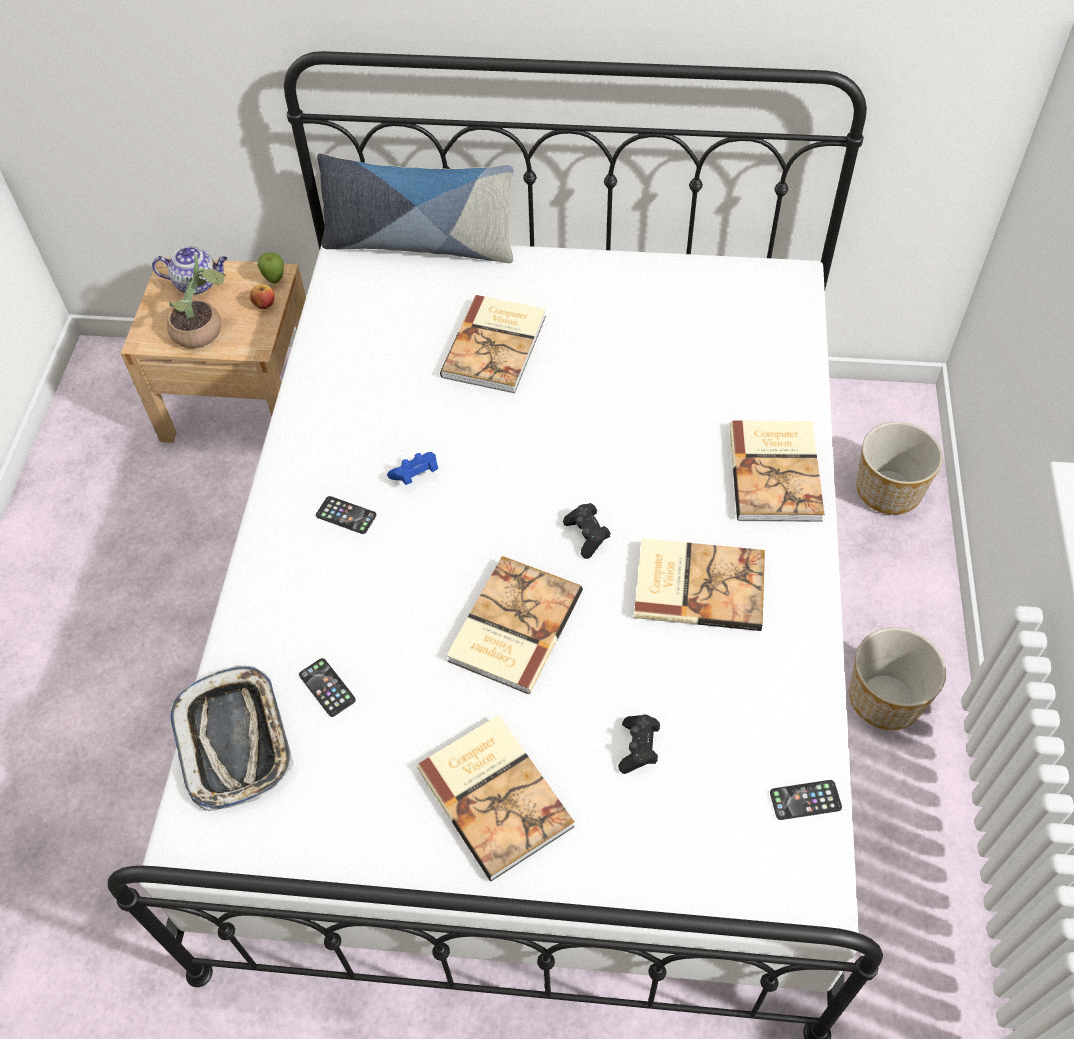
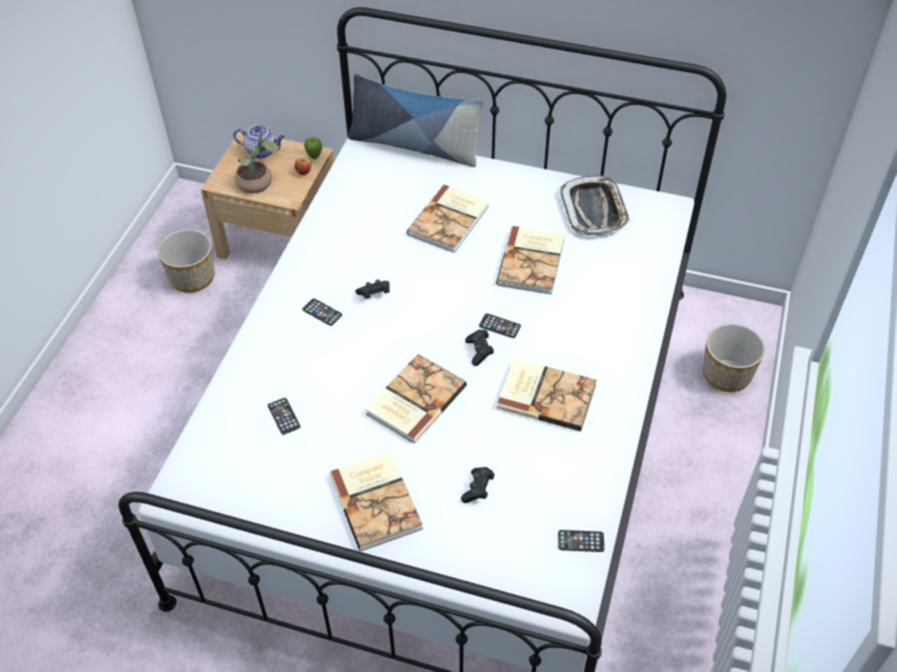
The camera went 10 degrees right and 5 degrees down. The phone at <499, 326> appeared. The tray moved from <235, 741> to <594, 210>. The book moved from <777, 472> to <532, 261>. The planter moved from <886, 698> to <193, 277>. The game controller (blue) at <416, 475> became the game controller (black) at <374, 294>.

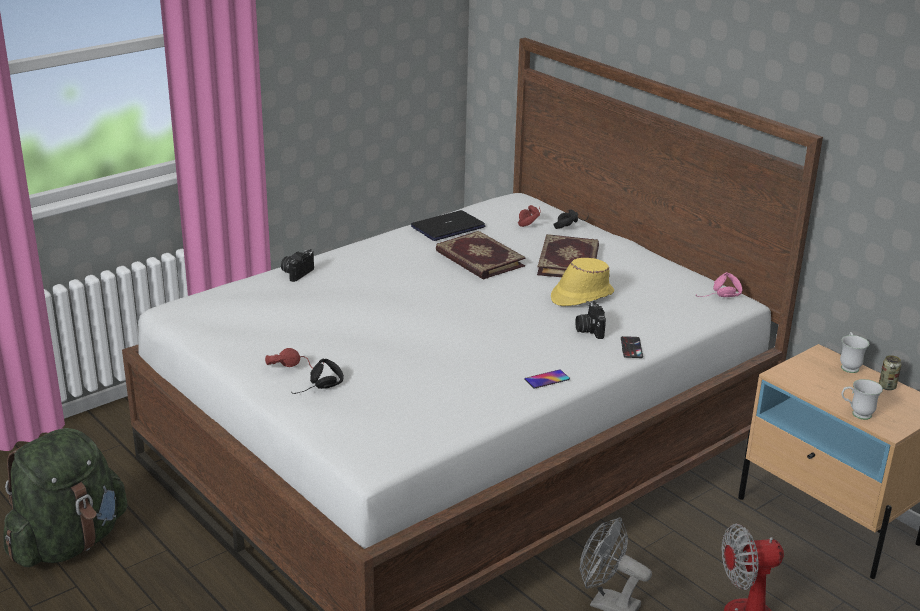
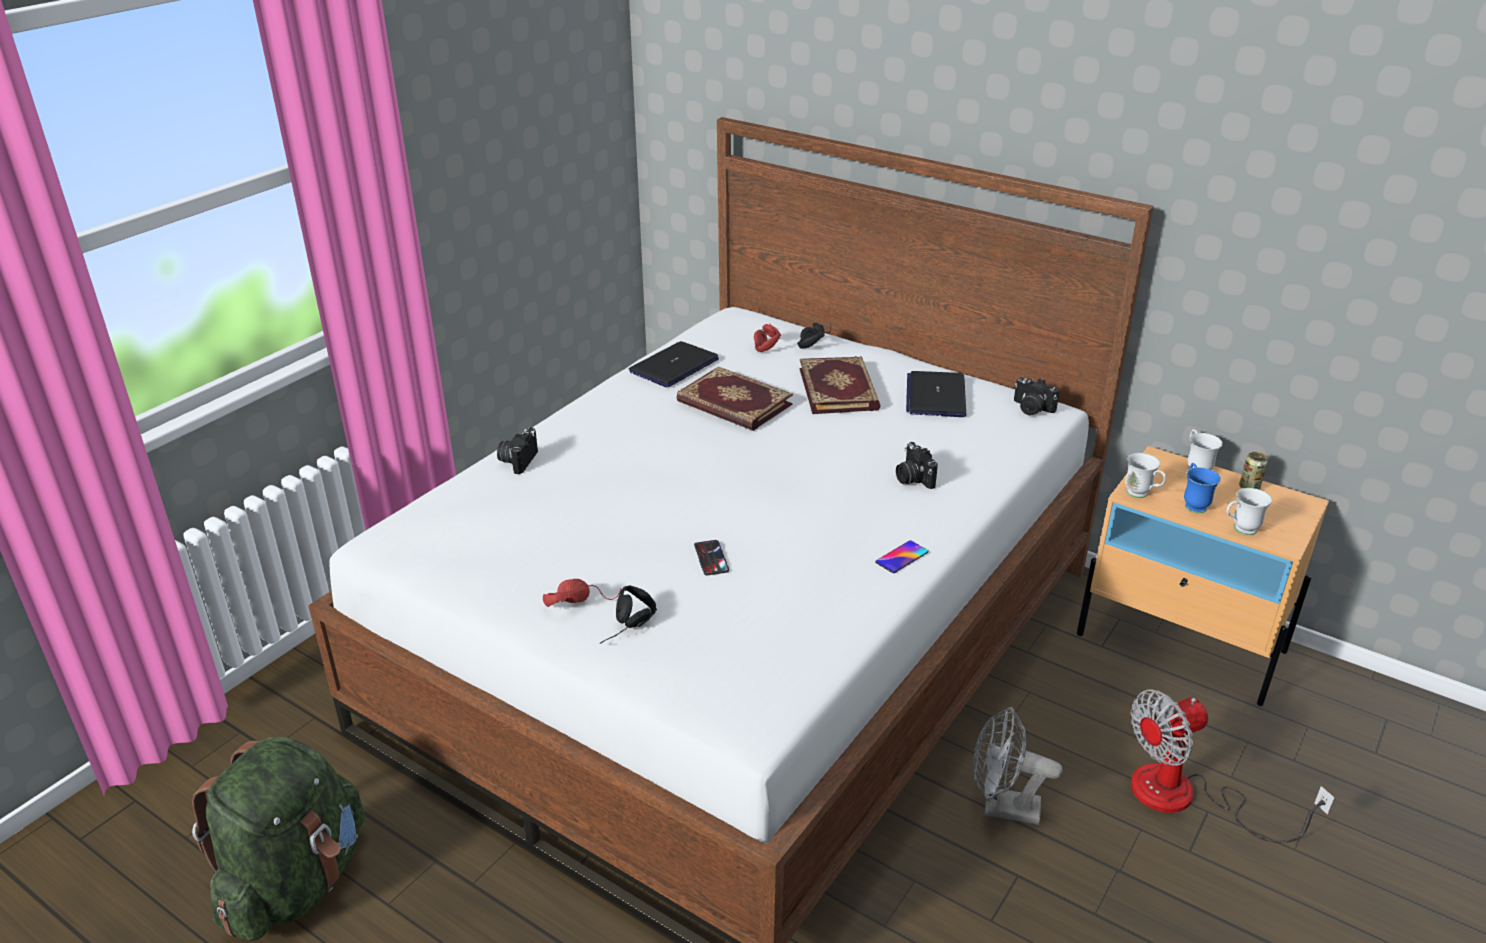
The camera went 15 degrees left and 5 degrees up. The hat (yellow) at <581, 296> disappeared. The laptop at <936, 396> appeared. The mug (white) at <1141, 495> appeared. The mug (blue) at <1193, 504> appeared. The phone moved from <631, 348> to <711, 558>. The headphones (pink) at <719, 297> was replaced by the photo camera at <1031, 409>.

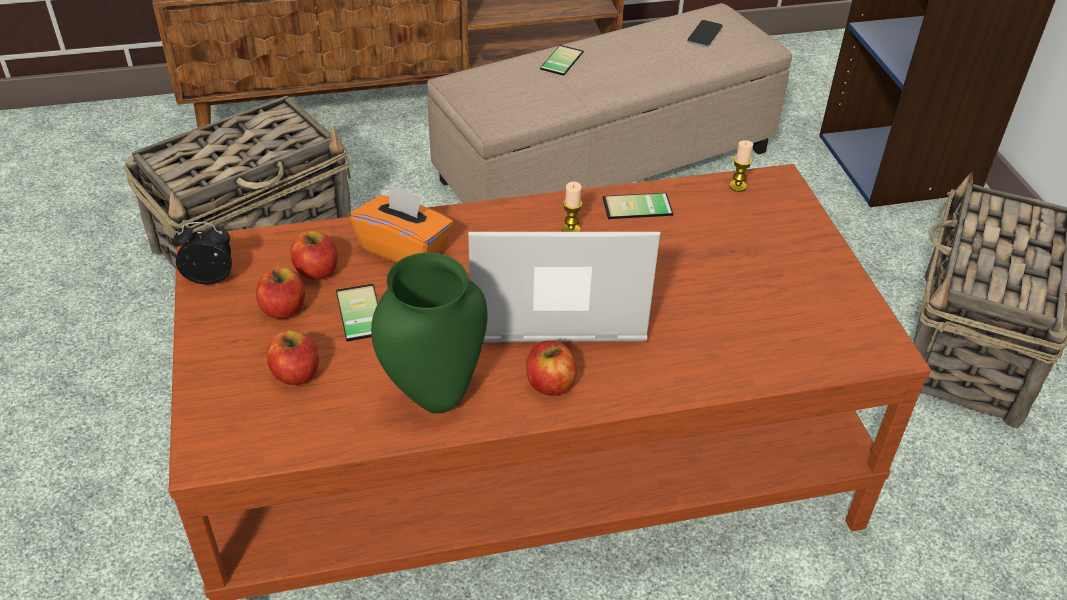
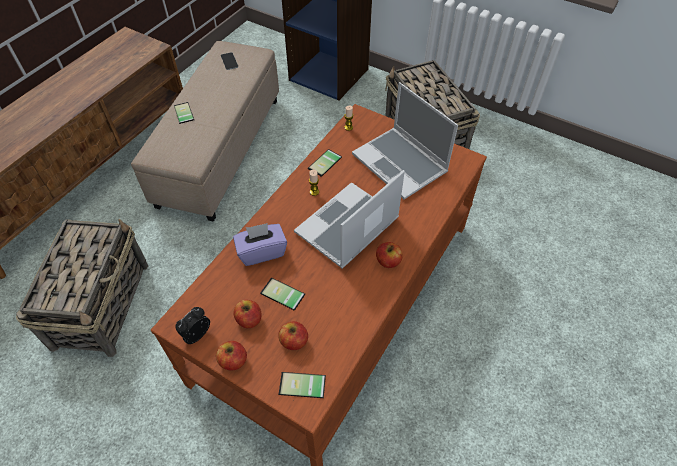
The camera went 45 degrees left and 10 degrees up. The vase (green) at <435, 399> disappeared. The phone at <302, 387> appeared. The laptop at <401, 164> appeared. The apple moved from <317, 271> to <233, 361>. The tissue box (orange) at <404, 249> became the tissue box (purple) at <262, 252>.

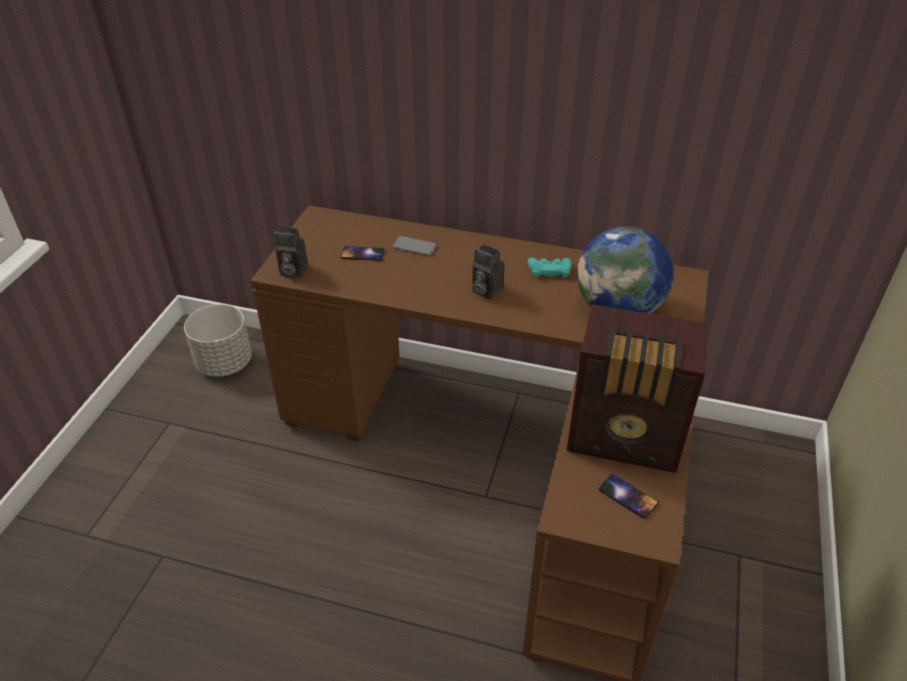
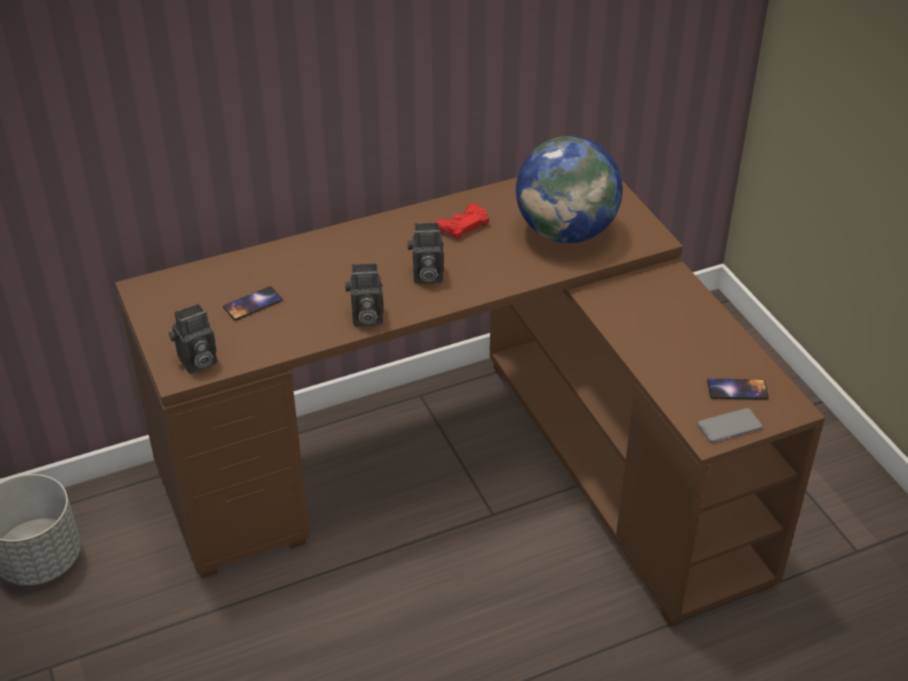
The camera went 40 degrees left and 0 degrees up. The radio at <626, 440> disappeared. The photo camera at <365, 318> appeared. The phone moved from <414, 246> to <729, 426>. The game controller (turquoise) at <549, 270> became the game controller (red) at <462, 225>.

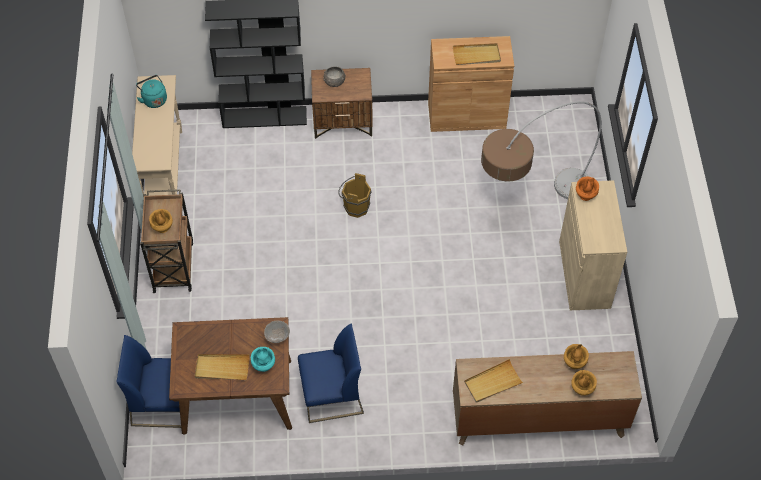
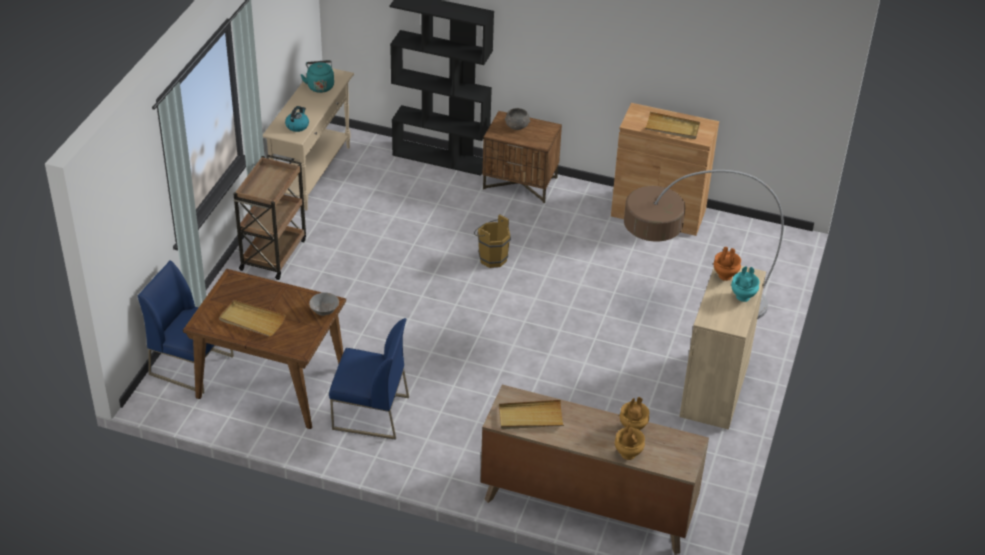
The camera went 20 degrees right and 15 degrees down. The vase (brown) at <162, 228> disappeared. The kettle at <297, 126> appeared. The vase (turquoise) moved from <264, 366> to <743, 297>.

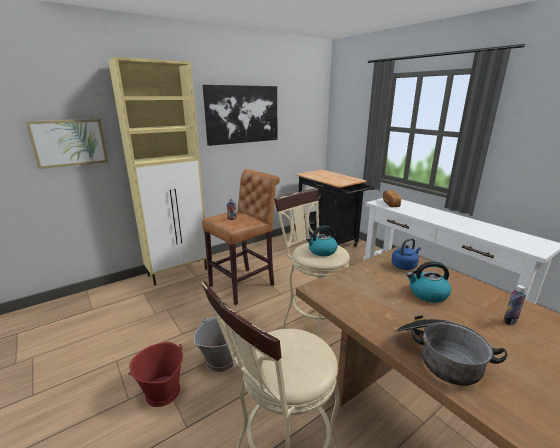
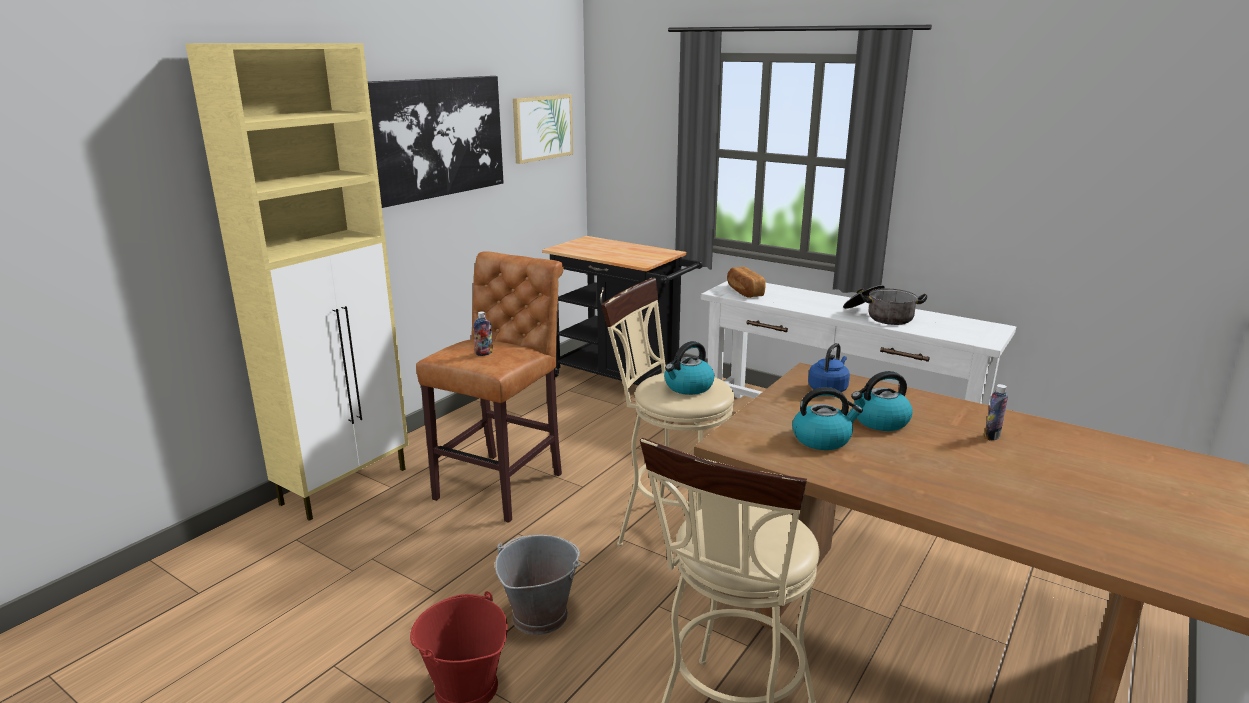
The camera went 20 degrees left and 0 degrees up. The kettle at <822, 439> appeared. The picture moved from <69, 142> to <542, 127>. The cooking pot moved from <438, 357> to <880, 316>.

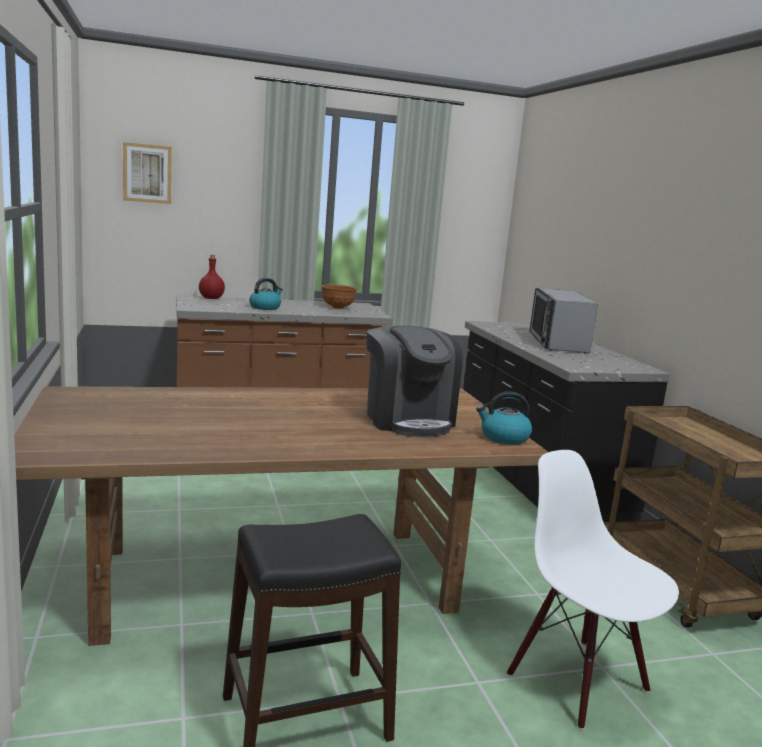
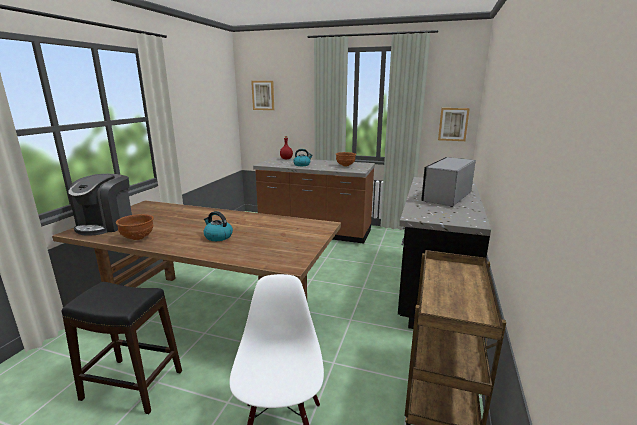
The camera went 35 degrees right and 5 degrees up. The bowl (brown) at <138, 238> appeared. The picture at <453, 124> appeared. The coffee machine moved from <408, 420> to <106, 225>. The kettle moved from <504, 437> to <218, 237>.

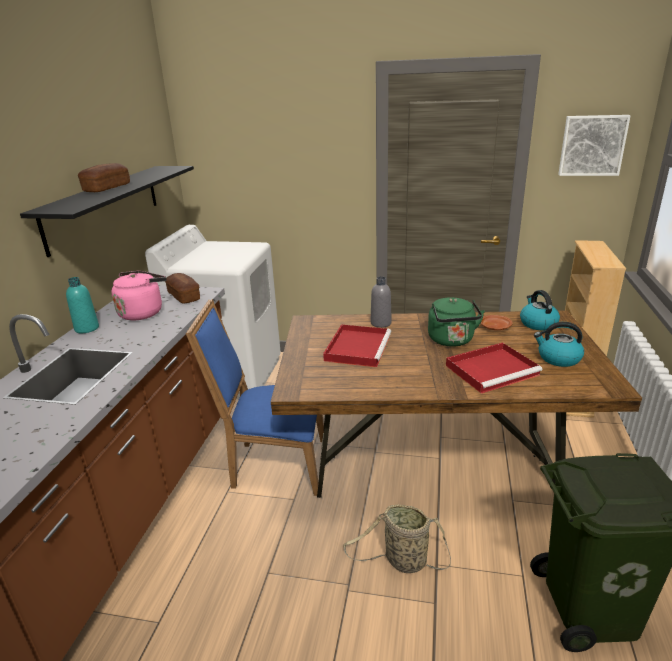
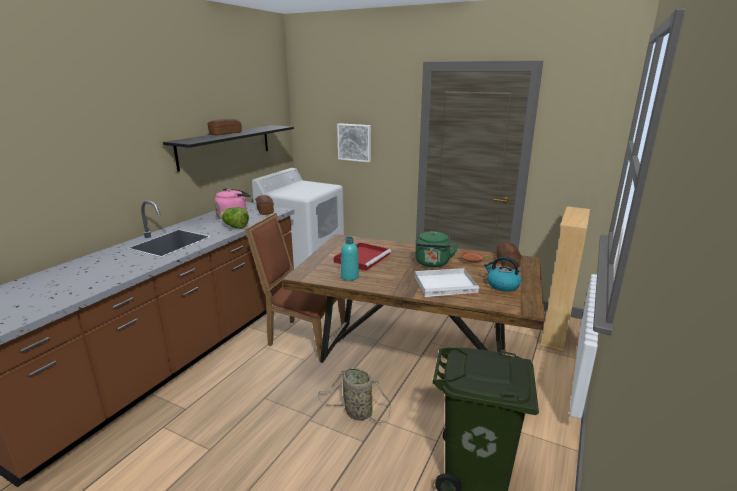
The camera went 15 degrees right and 5 degrees down. The bottle (grey) at <381, 323> disappeared. The lettuce at <235, 227> appeared. The bottle (turquoise) moved from <87, 328> to <350, 277>. The picture moved from <592, 145> to <355, 142>. The kettle at <537, 323> was replaced by the bread at <507, 262>. The chair (blue) at <274, 464> became the chair (brown) at <303, 337>. The tray (red) at <493, 370> became the tray (white) at <446, 285>.

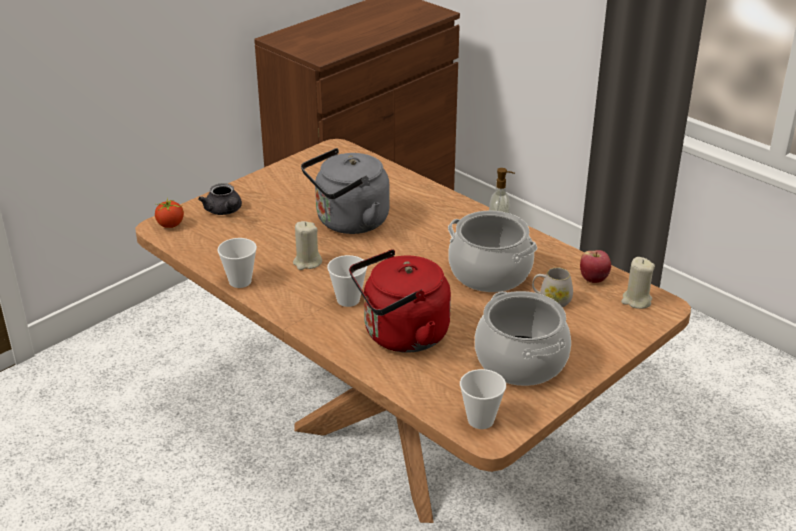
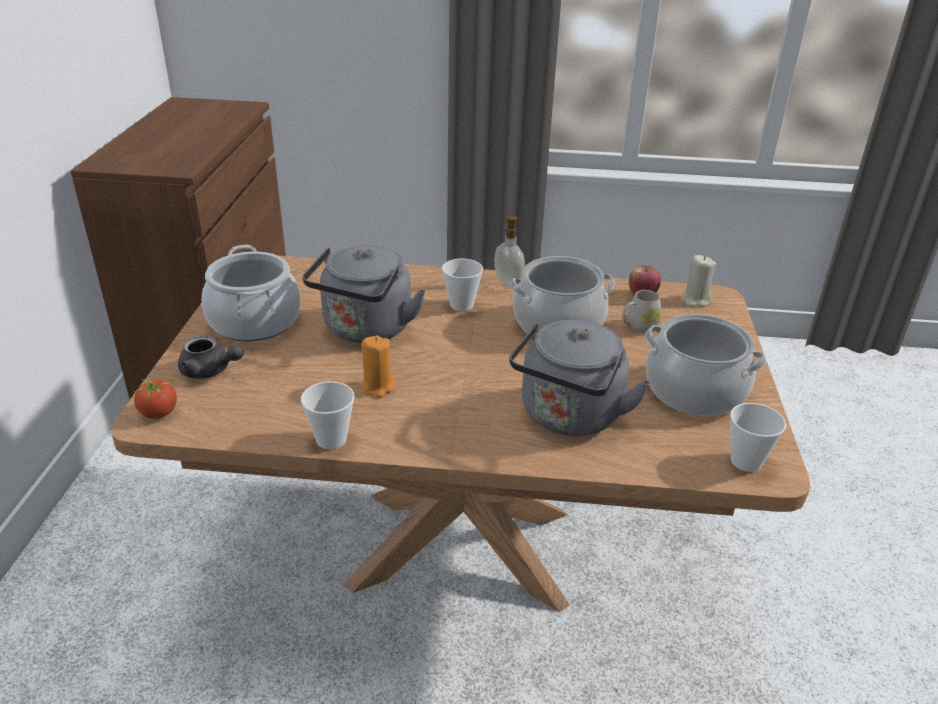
The camera went 40 degrees left and 0 degrees up. The cooking pot at <255, 321> appeared. The cup moved from <348, 300> to <461, 305>. The candle (beige) at <307, 262> became the candle (orange) at <378, 387>. The kettle (red) at <401, 336> became the kettle (grey) at <569, 417>.

